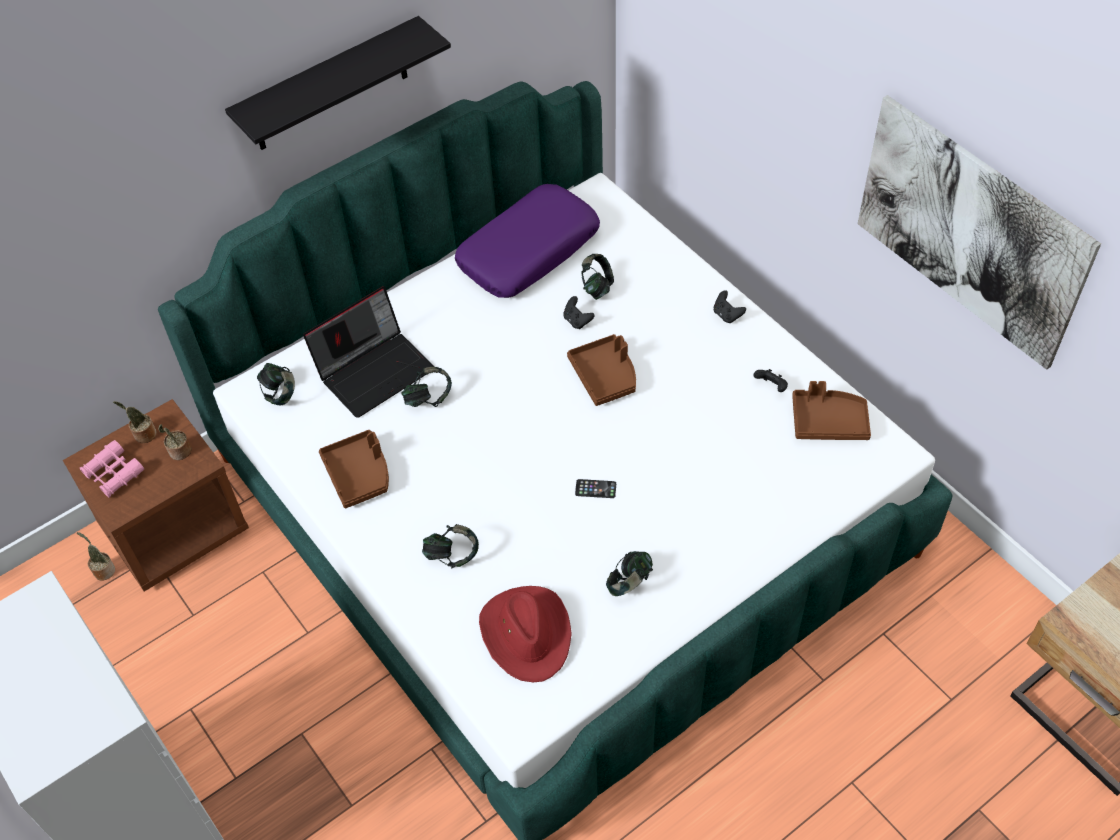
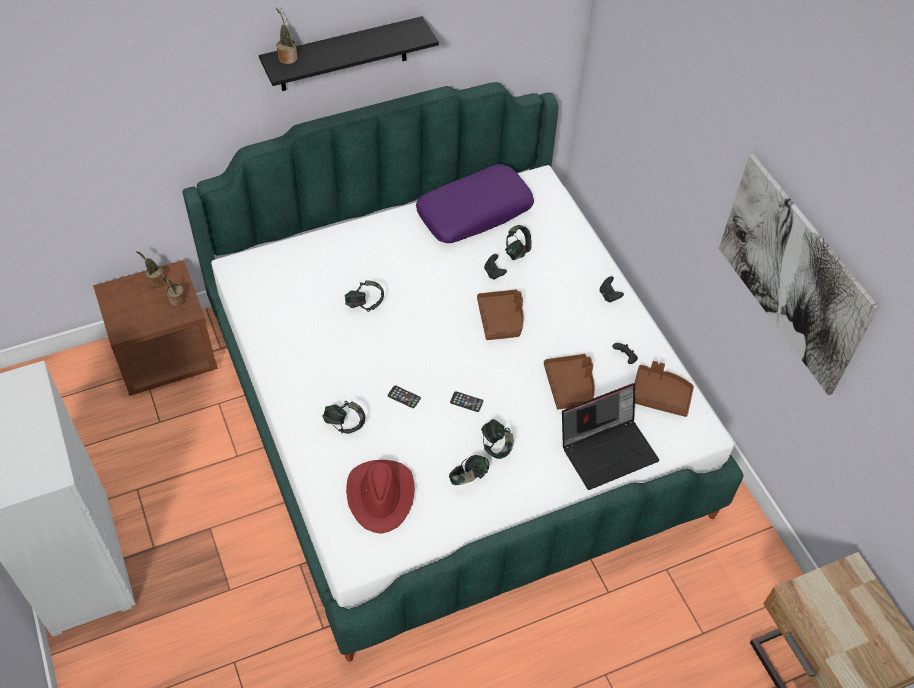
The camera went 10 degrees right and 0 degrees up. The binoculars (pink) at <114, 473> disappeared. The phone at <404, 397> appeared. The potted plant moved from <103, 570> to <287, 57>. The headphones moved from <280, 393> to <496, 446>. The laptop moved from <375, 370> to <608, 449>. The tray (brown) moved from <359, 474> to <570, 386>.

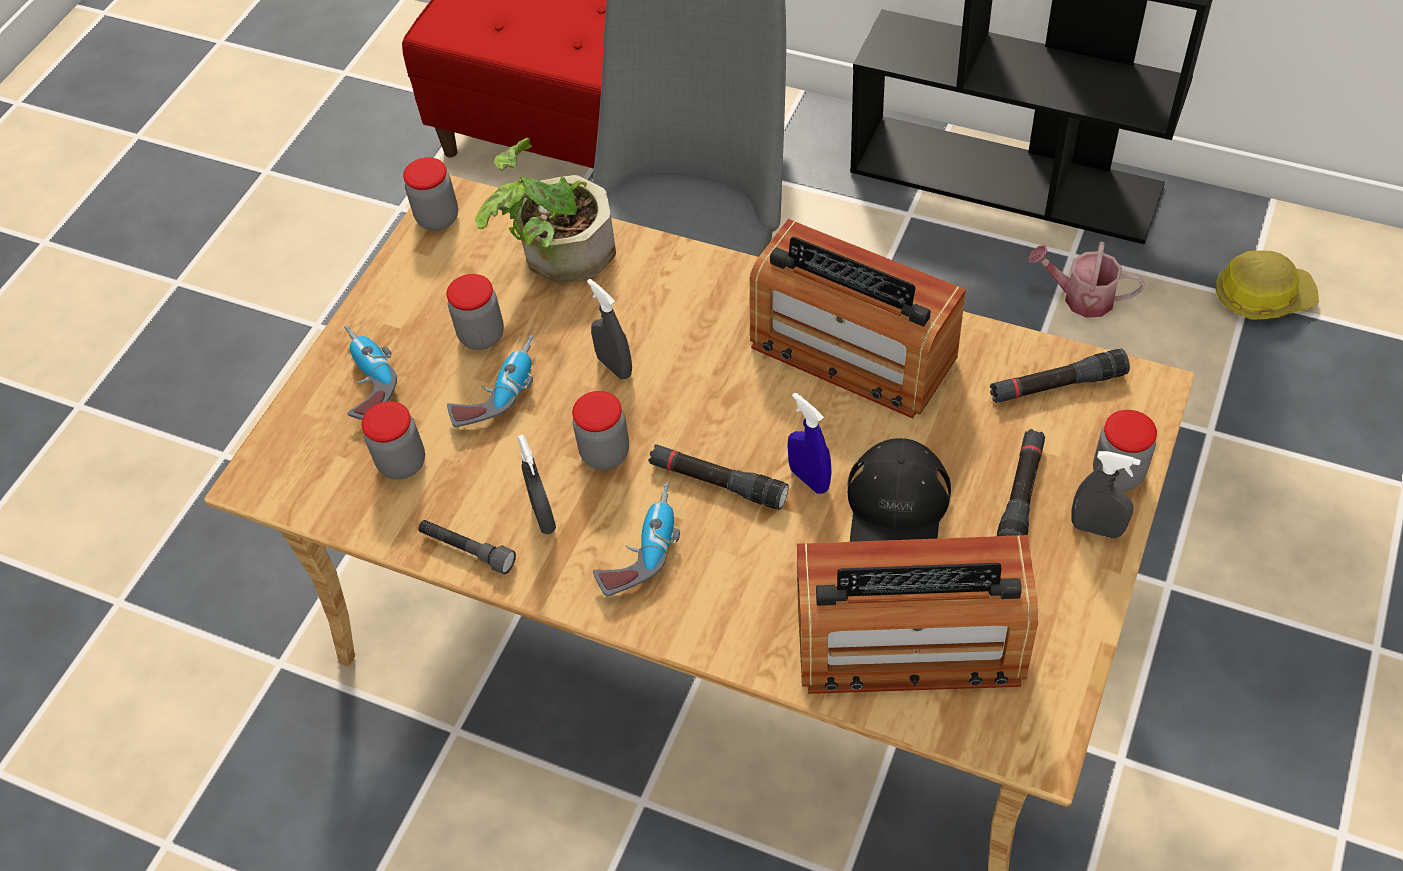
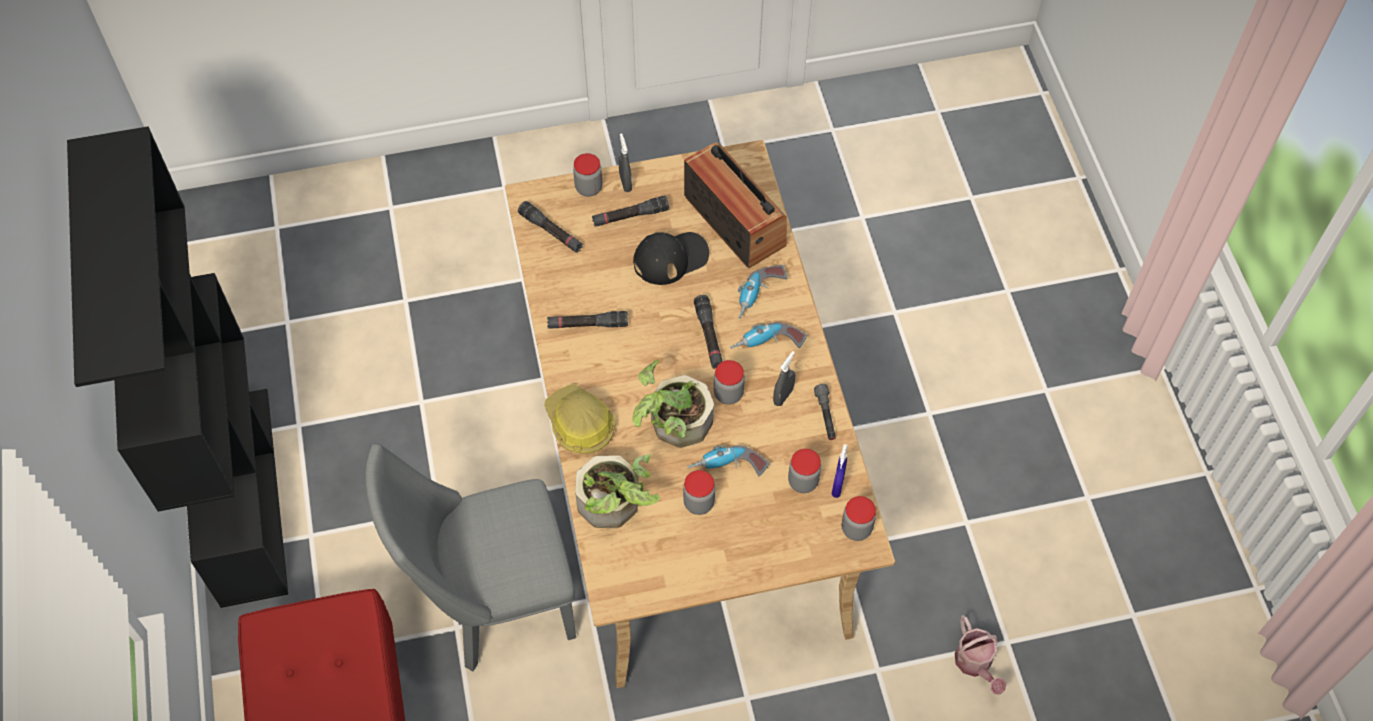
The camera went 130 degrees left and 5 degrees up. The power drill moved from <365, 381> to <759, 296>. The jar moved from <438, 218> to <856, 529>. The spray bottle (blue) moved from <809, 479> to <837, 486>. The watering can moved from <1081, 297> to <975, 664>. The hard hat moved from <1262, 296> to <579, 424>. The spray bottle (grey) at <614, 366> was replaced by the potted plant at <673, 424>. The radio at <851, 351> was replaced by the flashlight (black) at <588, 324>.

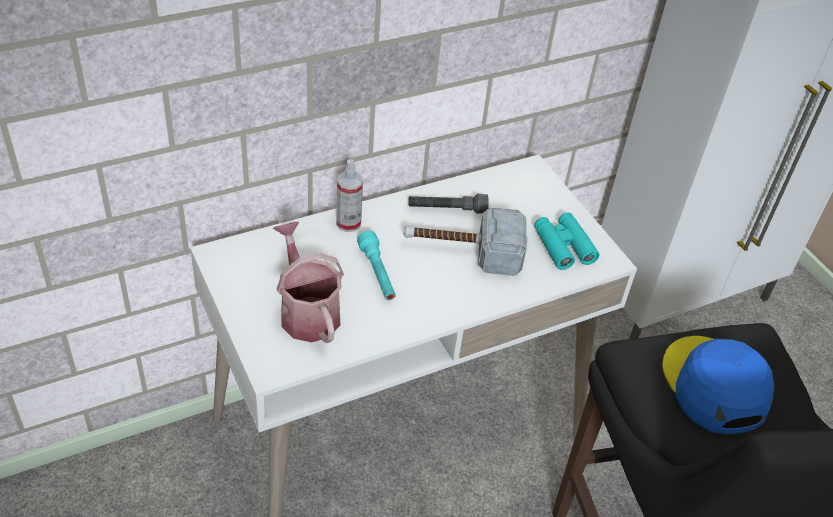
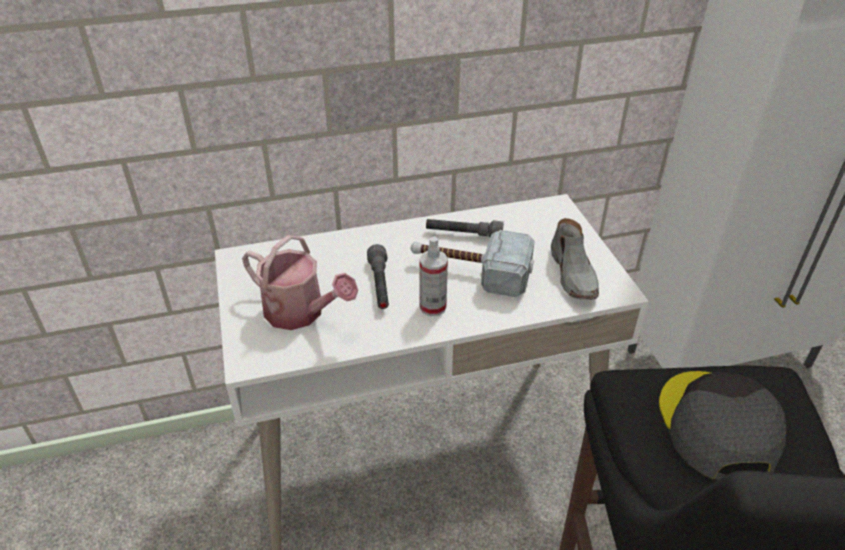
The camera went 15 degrees right and 5 degrees down. The spray bottle moved from <348, 223> to <433, 307>. The binoculars (turquoise) at <563, 246> was replaced by the shoe (grey) at <573, 275>. The flashlight (turquoise) at <377, 273> became the flashlight (grey) at <380, 285>. The cap (blue) at <713, 386> became the cap (grey) at <716, 426>. The watering can at <307, 311> turned 135 degrees clockwise.

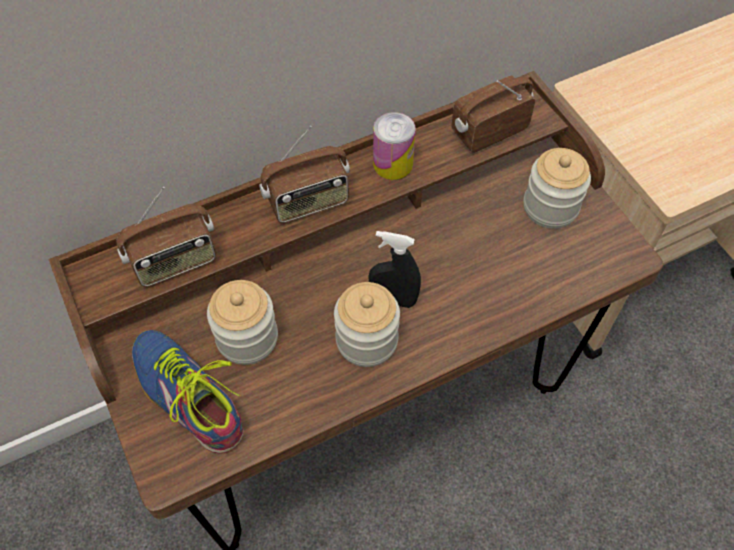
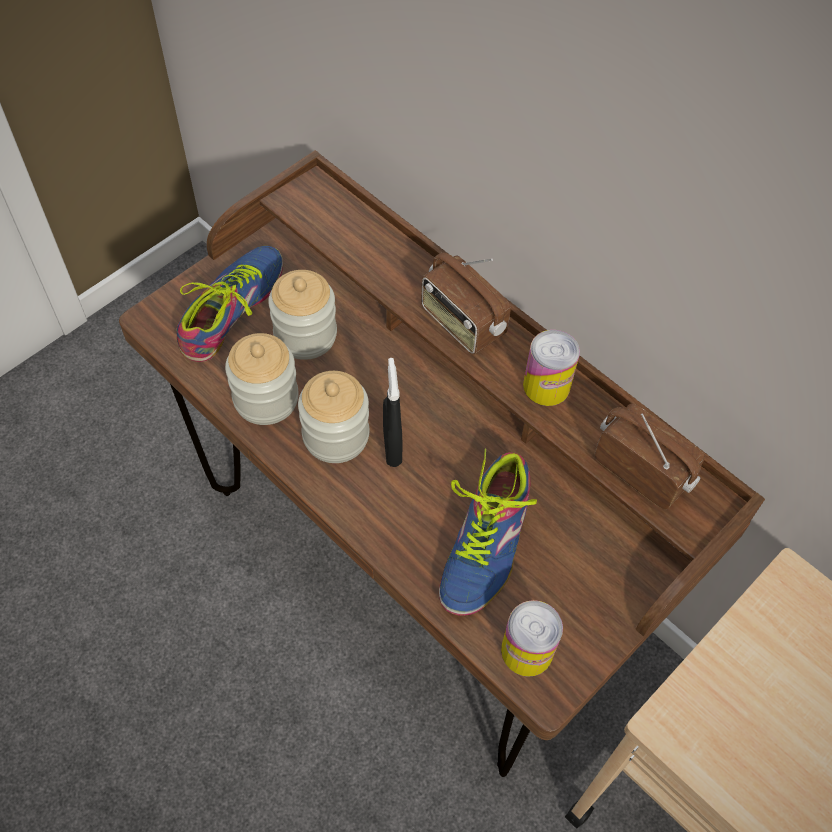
The camera went 70 degrees right and 0 degrees up. The radio at <175, 261> disappeared. The shoe at <486, 543> appeared. The can at <527, 651> appeared. The jar moved from <550, 207> to <266, 398>.

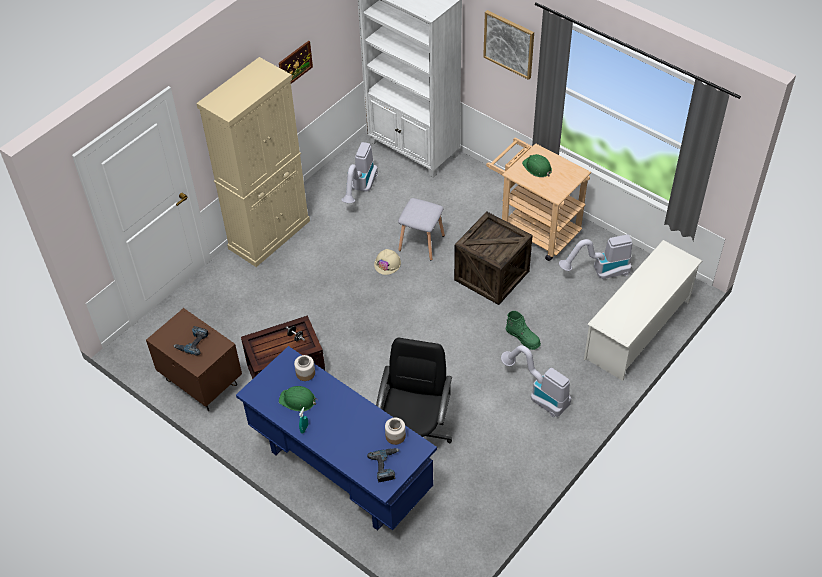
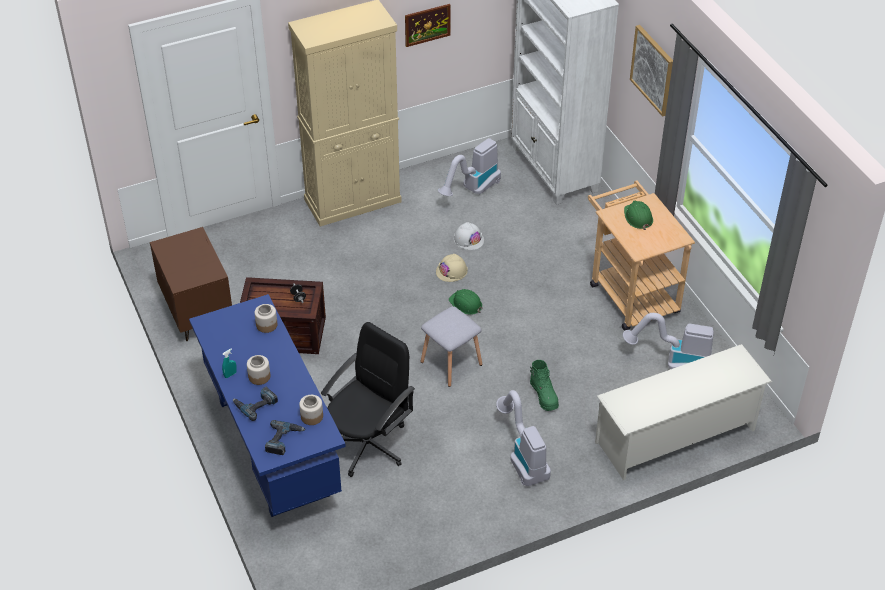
The camera went 25 degrees right and 5 degrees down. The crate at <491, 275> disappeared. The jar at <259, 376> appeared. The hard hat (white) at <468, 239> appeared. The power drill moved from <192, 342> to <255, 404>. The hard hat (green) moved from <298, 400> to <466, 304>. The stool (grey) moved from <421, 243> to <451, 364>.

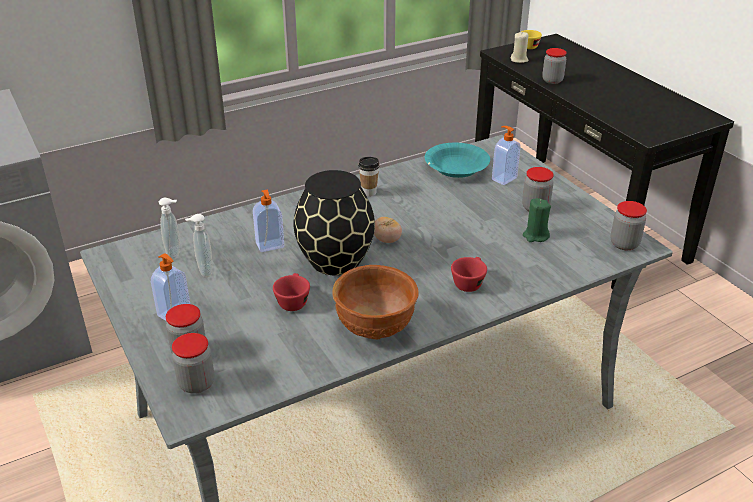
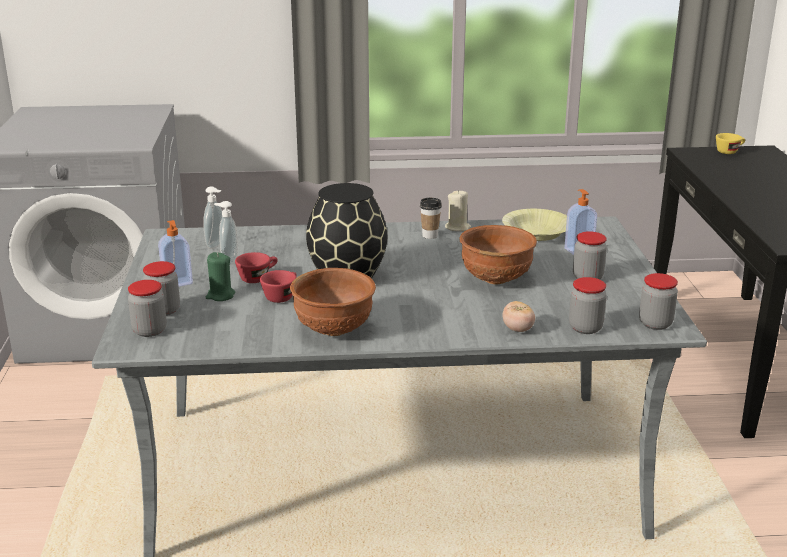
The camera went 25 degrees right and 10 degrees down. The soap dispenser at <270, 246> disappeared. The bowl (brown) at <496, 279> appeared. The tomato moved from <387, 240> to <518, 329>. The cup (red) moved from <469, 282> to <258, 278>. The candle (beige) moved from <519, 60> to <457, 227>. The candle (green) moved from <535, 236> to <220, 296>. The jar moved from <552, 80> to <585, 328>. The bowl (turquoise) at <456, 168> became the bowl (yellow) at <536, 234>.

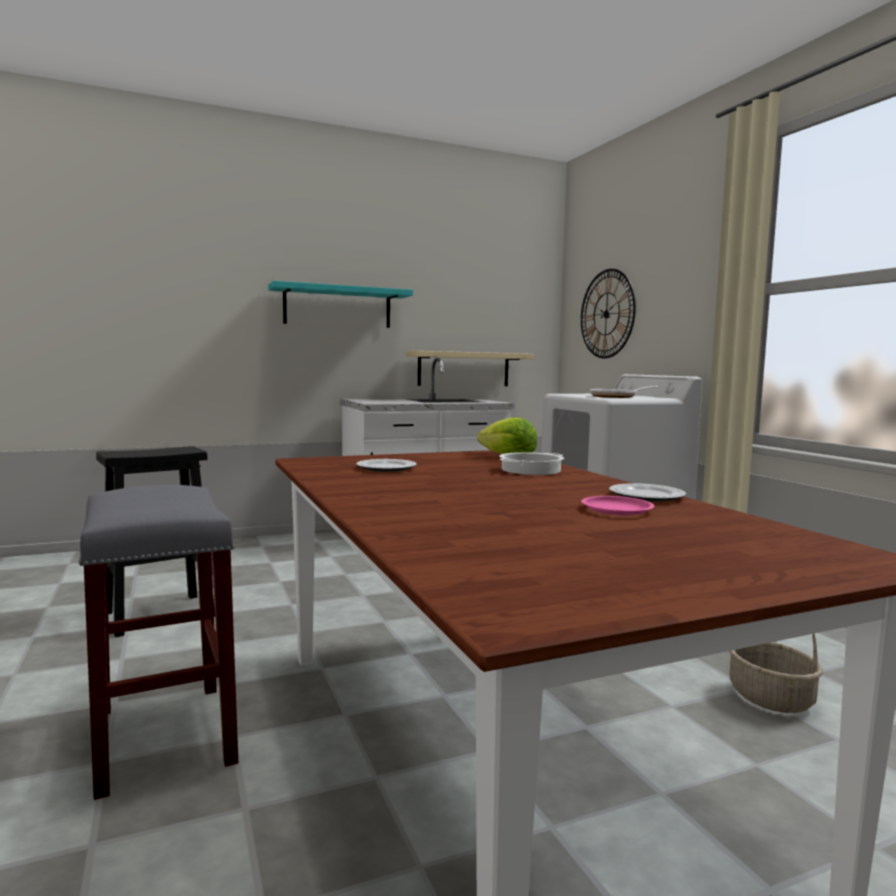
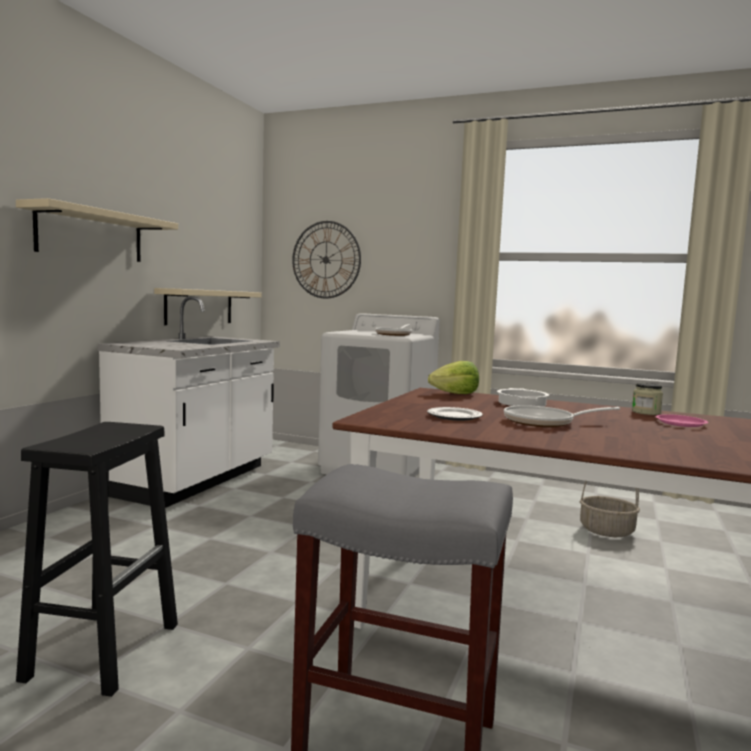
The camera went 45 degrees left and 0 degrees up. The frying pan at <544, 422> appeared. The plate at <646, 496> was replaced by the jar at <646, 412>. The shelf (turquoise) at <338, 307> became the shelf (beige) at <91, 235>.

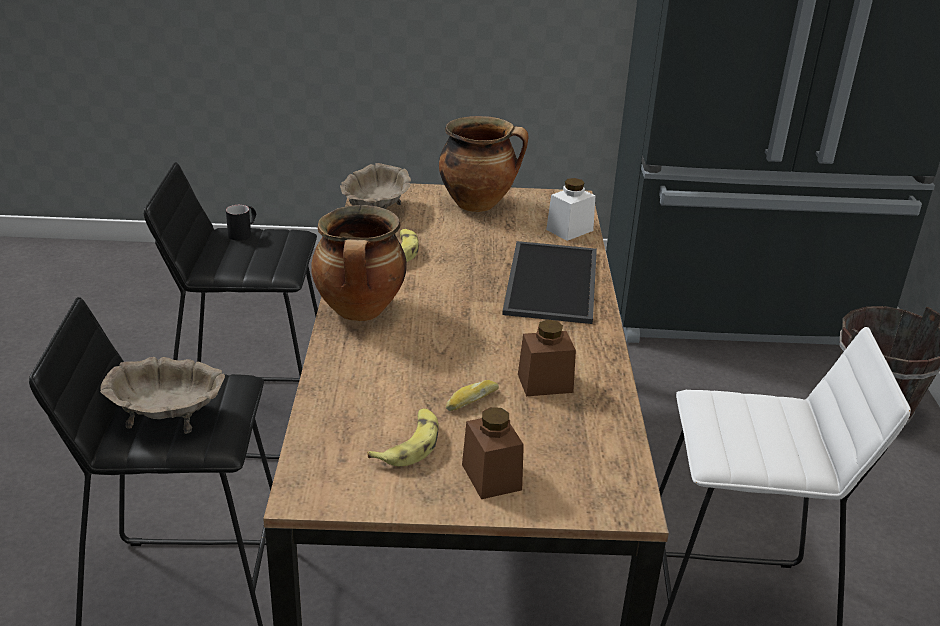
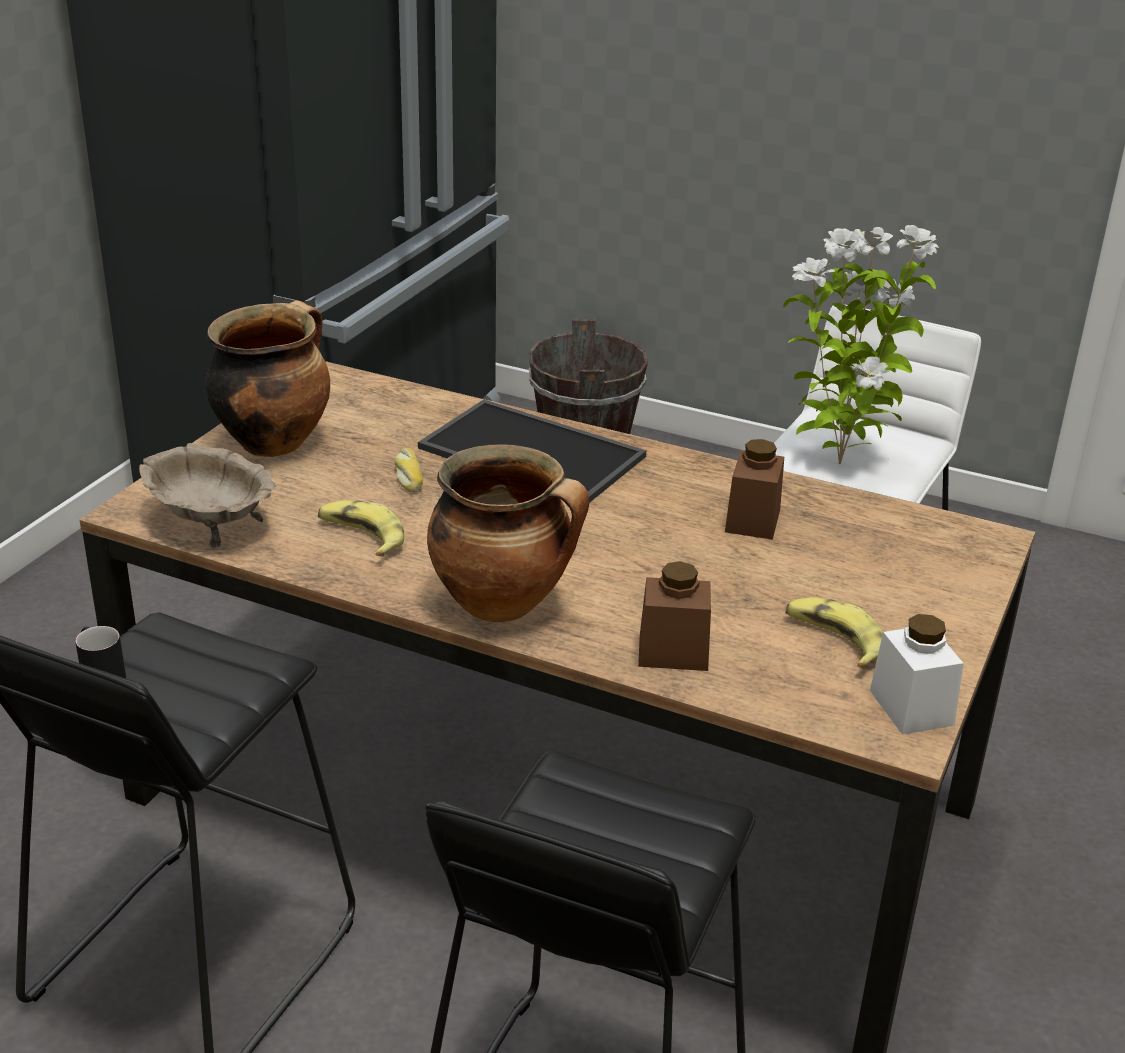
The camera went 65 degrees left and 0 degrees up. The bowl (beige) at <168, 416> disappeared. The potted plant at <840, 461> appeared. The bread moved from <471, 400> to <407, 476>. The jar (brown) moved from <491, 477> to <673, 652>. The jar (white) moved from <569, 230> to <911, 707>.

